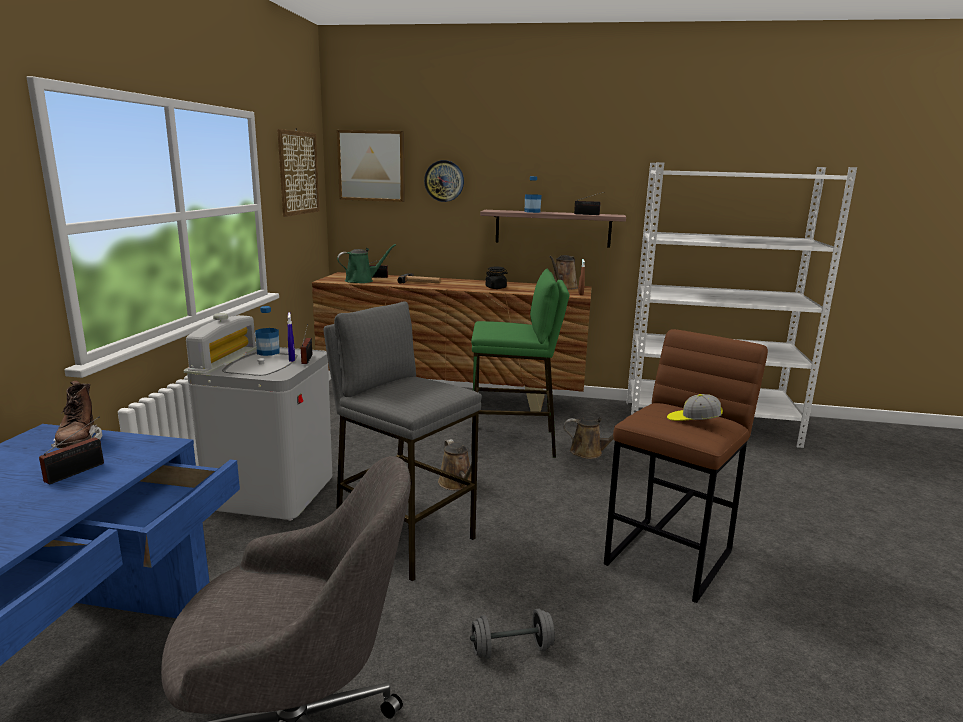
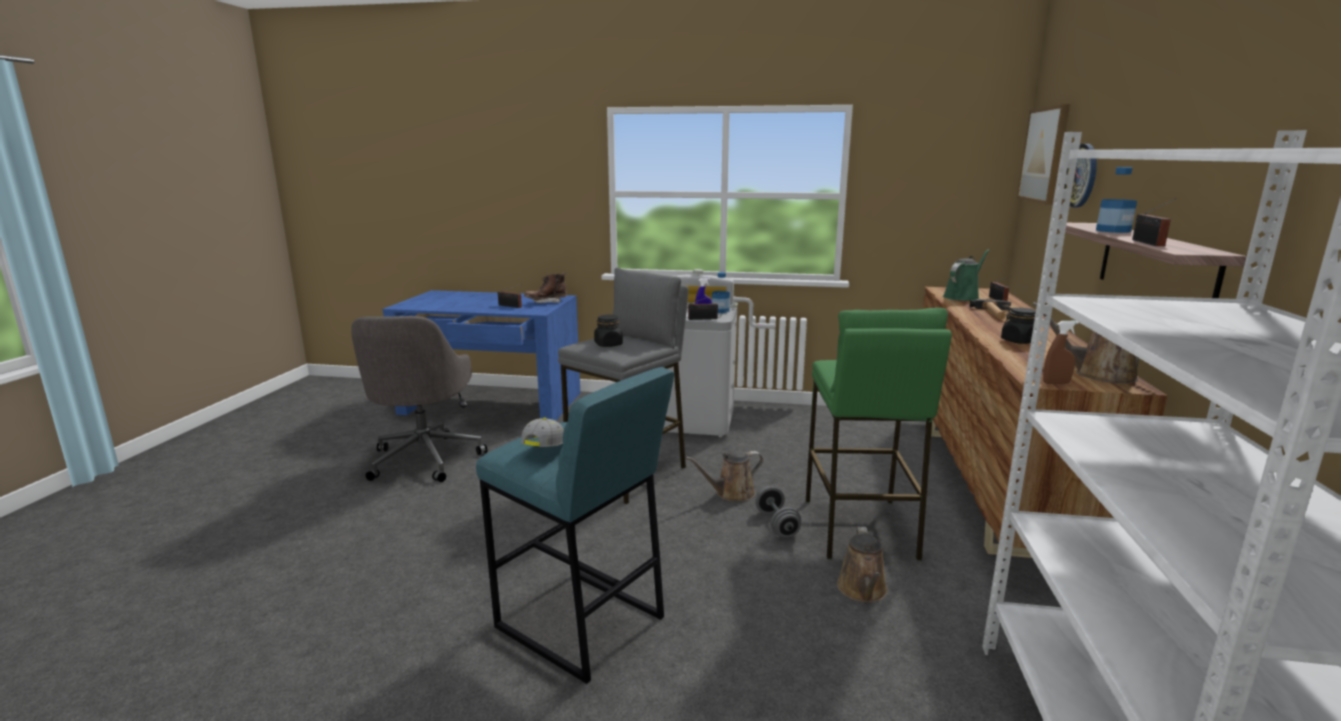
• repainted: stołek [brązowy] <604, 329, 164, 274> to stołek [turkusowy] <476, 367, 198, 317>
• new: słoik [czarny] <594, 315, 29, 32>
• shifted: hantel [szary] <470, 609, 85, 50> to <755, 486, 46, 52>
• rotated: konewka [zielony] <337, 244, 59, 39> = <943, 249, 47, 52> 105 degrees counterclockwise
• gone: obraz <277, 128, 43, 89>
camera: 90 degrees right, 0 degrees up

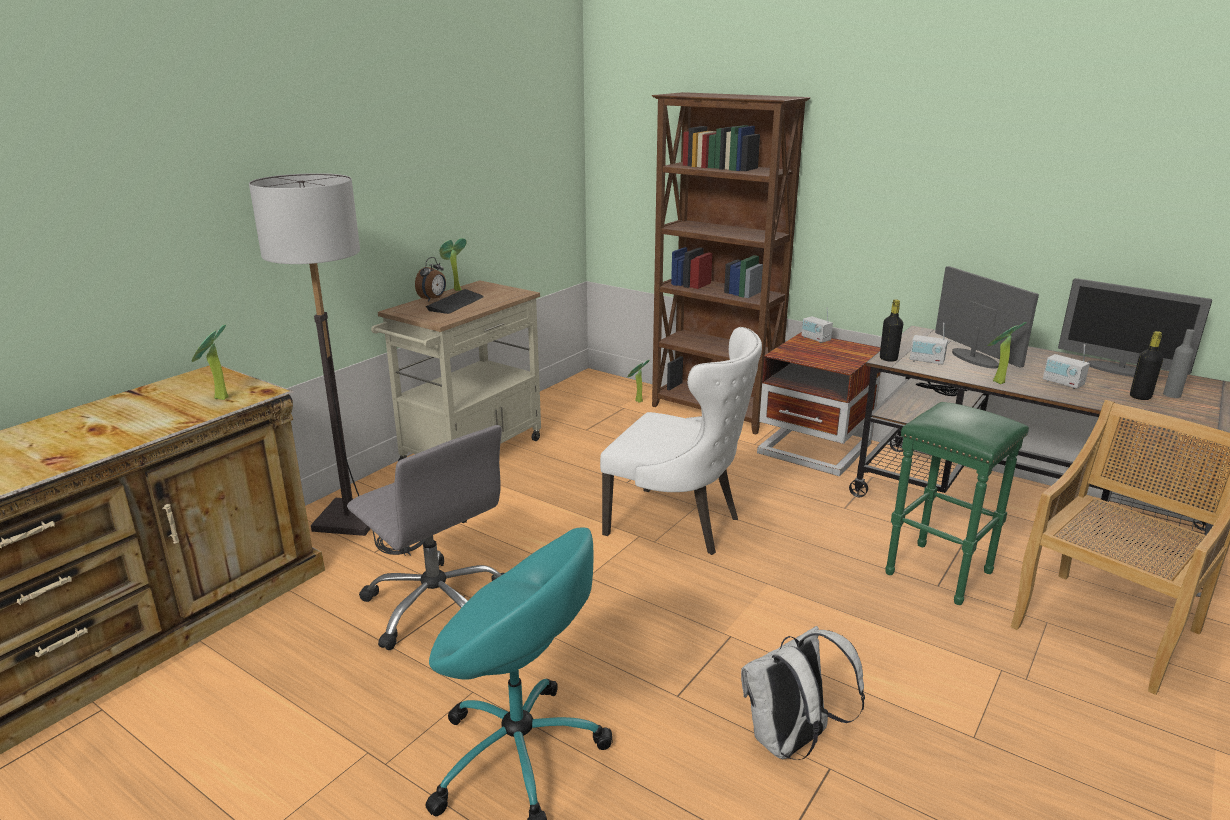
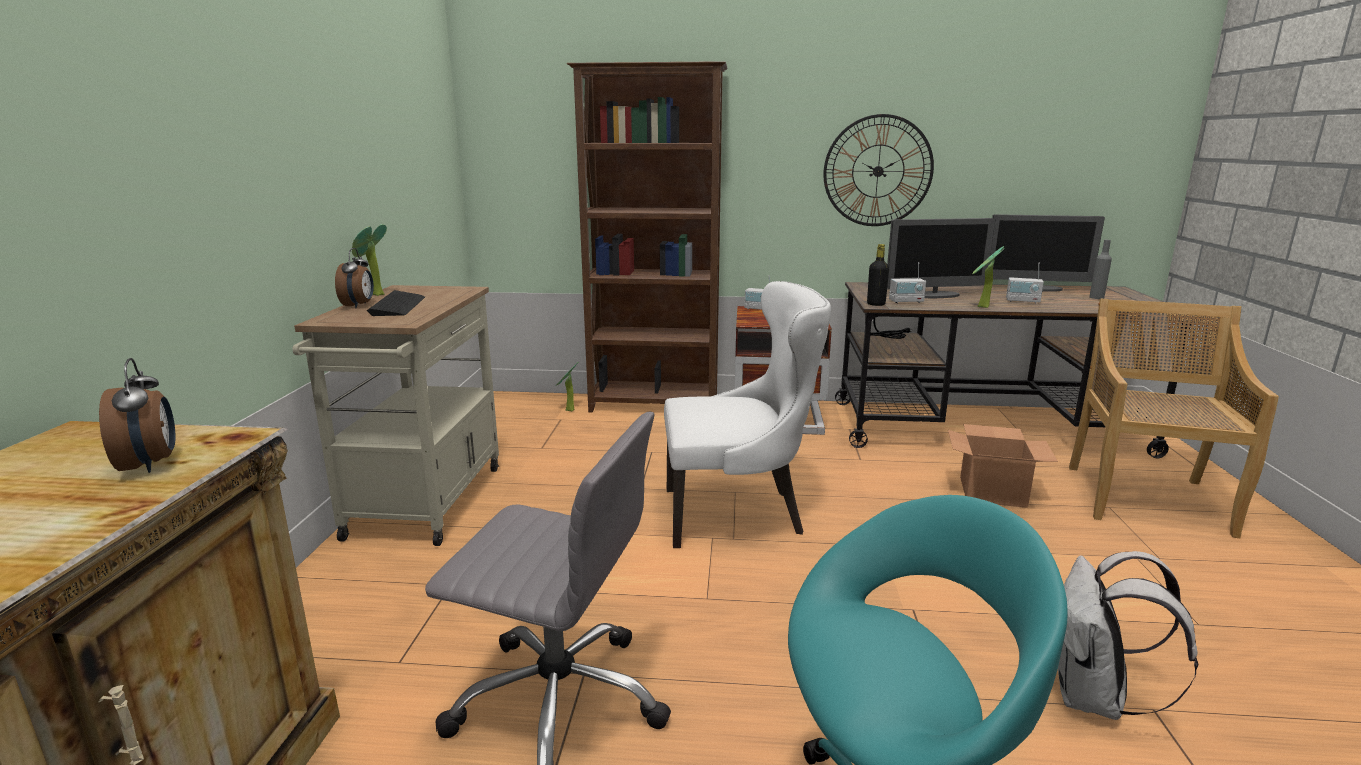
• swapped: roślina doniczkowa <192, 325, 37, 75> to budzik <99, 358, 76, 115>
• new: zegar ścienny <823, 114, 111, 112>
• rotated: monitor <935, 266, 104, 103> = <887, 218, 109, 80> 135 degrees clockwise
• swapped: stołek [zielony] <885, 402, 144, 203> to karton <948, 424, 110, 84>
• gone: lampa stojąca <249, 173, 176, 383>
• gone: butelka [czarny] <1130, 331, 33, 69>
camera: 30 degrees left, 5 degrees down

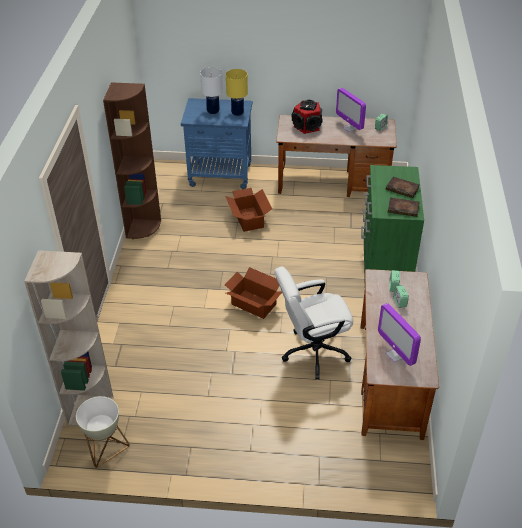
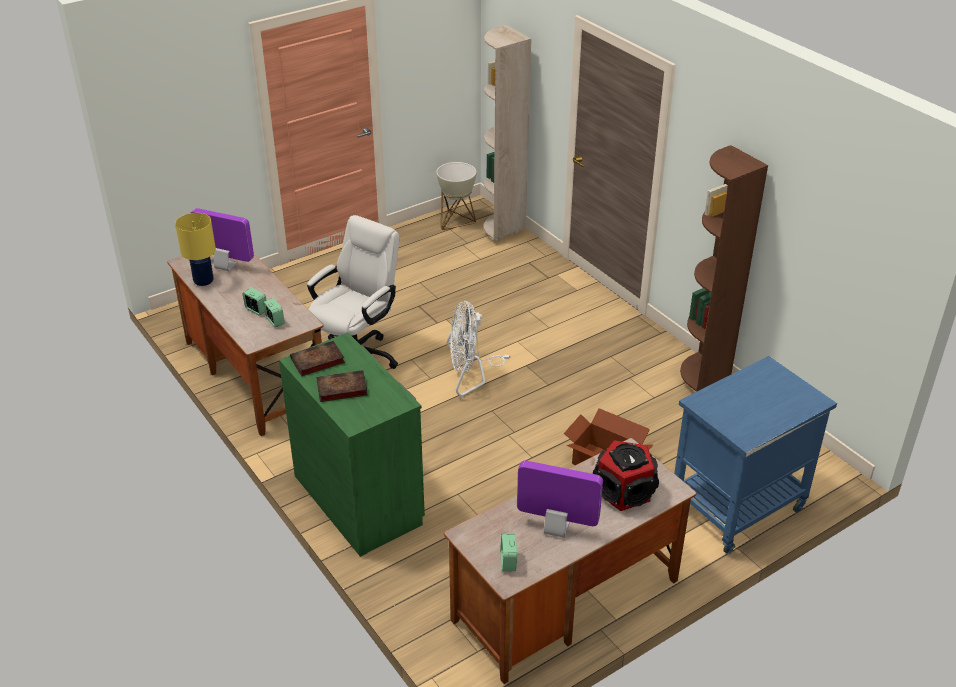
• shifted: lampa stołowa [żółty] <226, 69, 22, 47> to <175, 213, 41, 73>
• swapped: karton <225, 267, 57, 52> to wentylator [biały] <447, 301, 64, 97>
• gone: lampa stołowa [biały] <200, 67, 23, 47>
camera: 140 degrees right, 5 degrees down

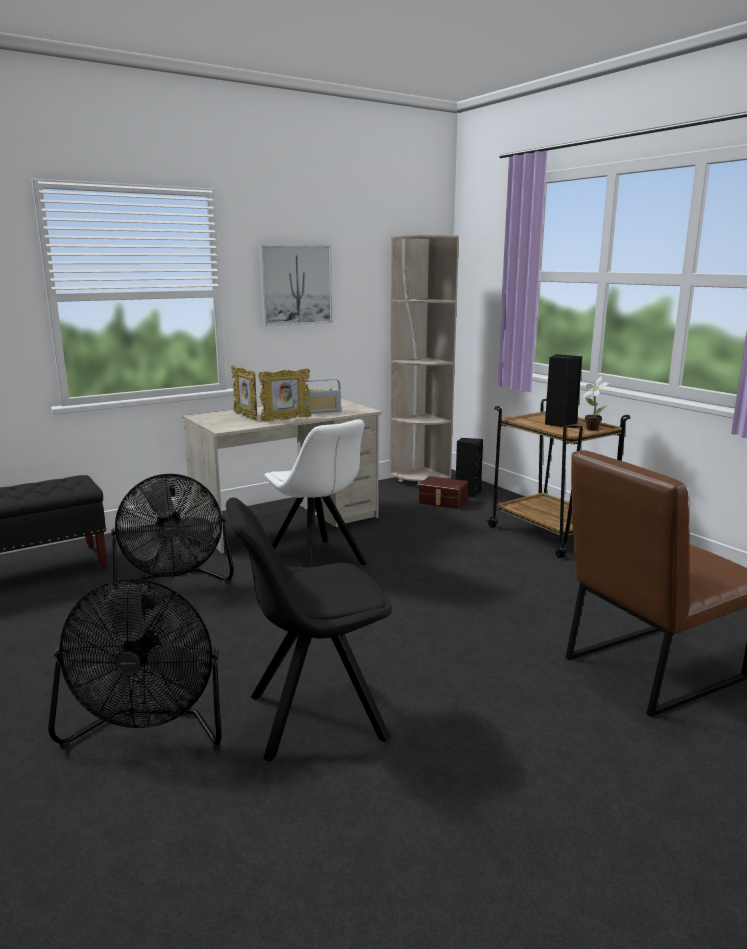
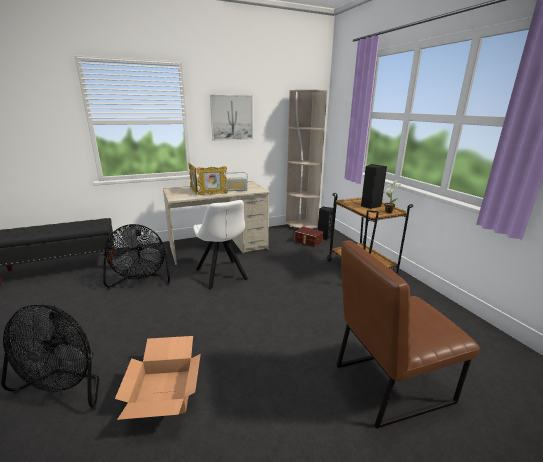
• swapped: krzesło [czarny] <226, 497, 166, 265> to karton <115, 336, 86, 84>
camera: 10 degrees right, 5 degrees up

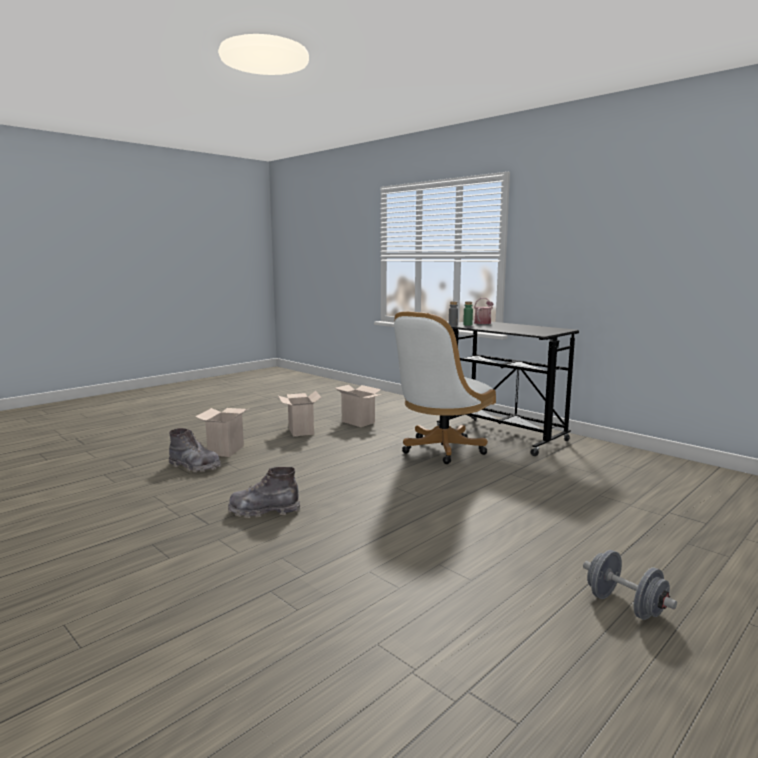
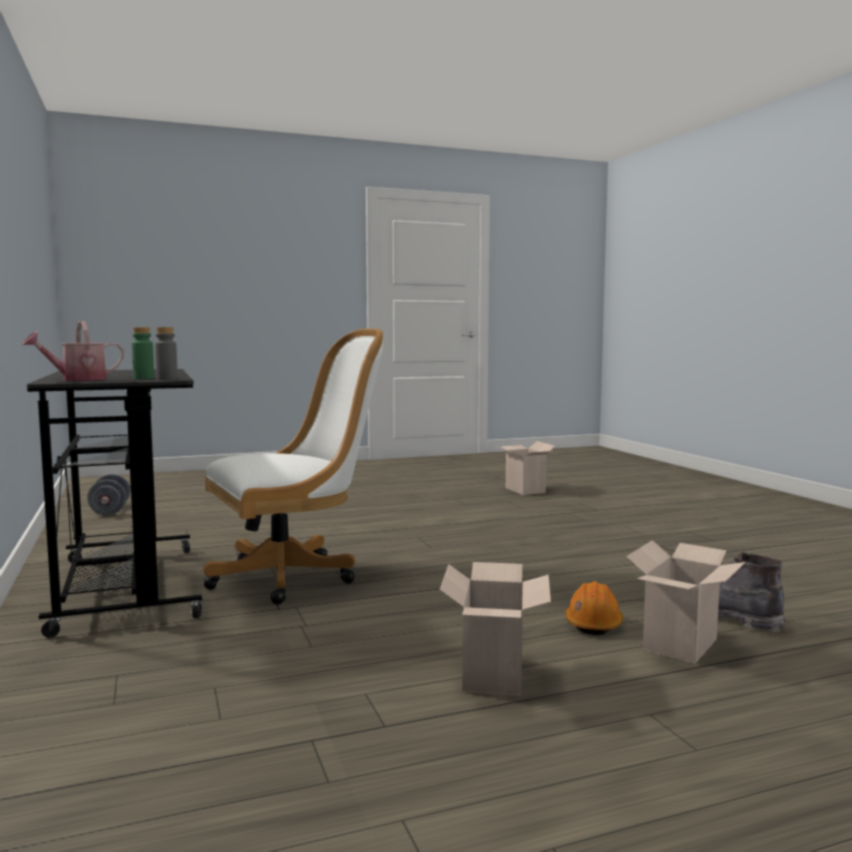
• shifted: hantel [szary] <583, 550, 94, 70> to <87, 474, 44, 41>
• shifted: karton <336, 385, 45, 42> to <497, 441, 59, 54>
• new: kask [pomarańczowy] <565, 581, 58, 54>
• gone: but z cholewką [szary] <228, 467, 72, 51>
camera: 155 degrees left, 5 degrees down

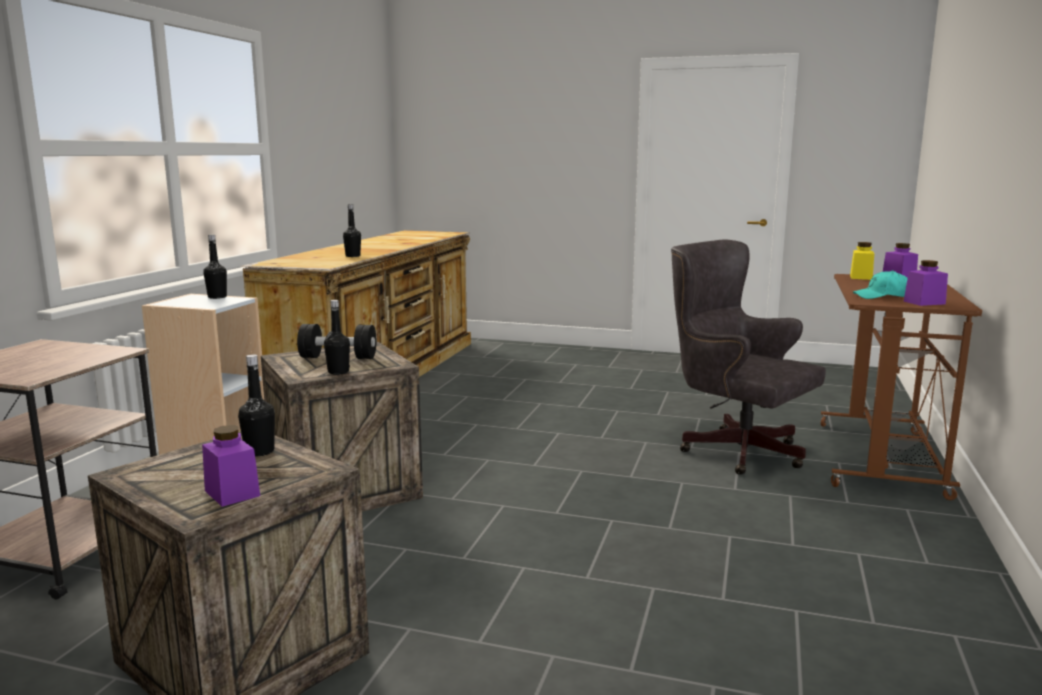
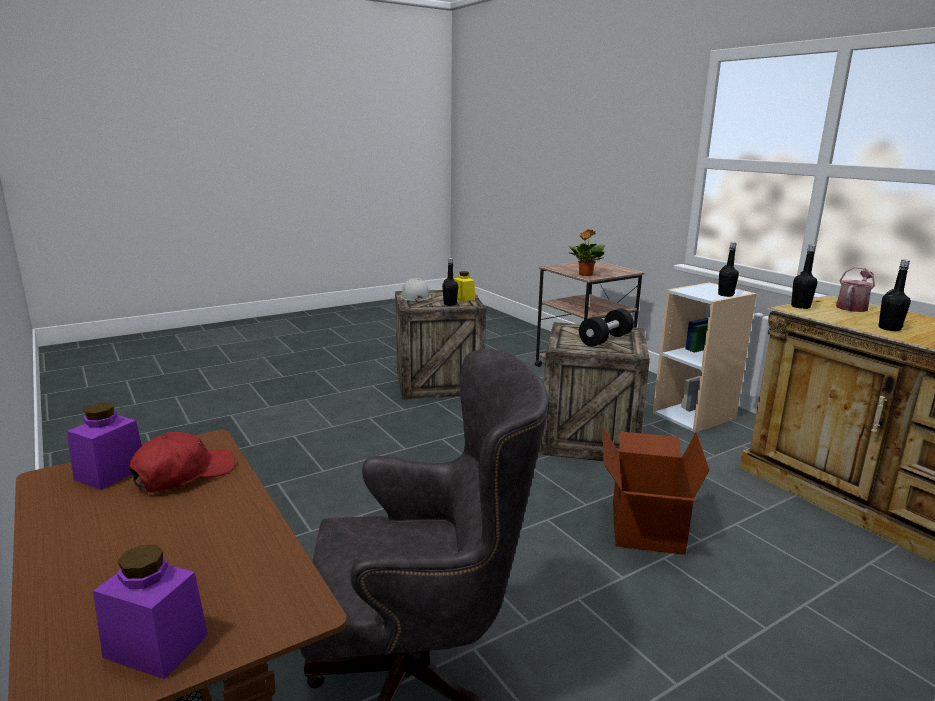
• repainted: czapka z daszkiem [turkusowy] <853, 270, 55, 29> to czapka z daszkiem [czerwony] <129, 432, 106, 60>
• swapped: słoik [fioletowy] <202, 425, 58, 82> to kask [biały] <400, 278, 31, 25>
• shifted: słoik [żółty] <850, 242, 24, 38> to <454, 271, 21, 31>
• new: roślina doniczkowa <568, 229, 37, 47>
• new: karton <602, 427, 108, 128>
• shifted: butelka [czarny] <324, 300, 26, 75> to <791, 245, 26, 64>
• new: konewka <836, 267, 39, 45>
camera: 130 degrees right, 5 degrees up

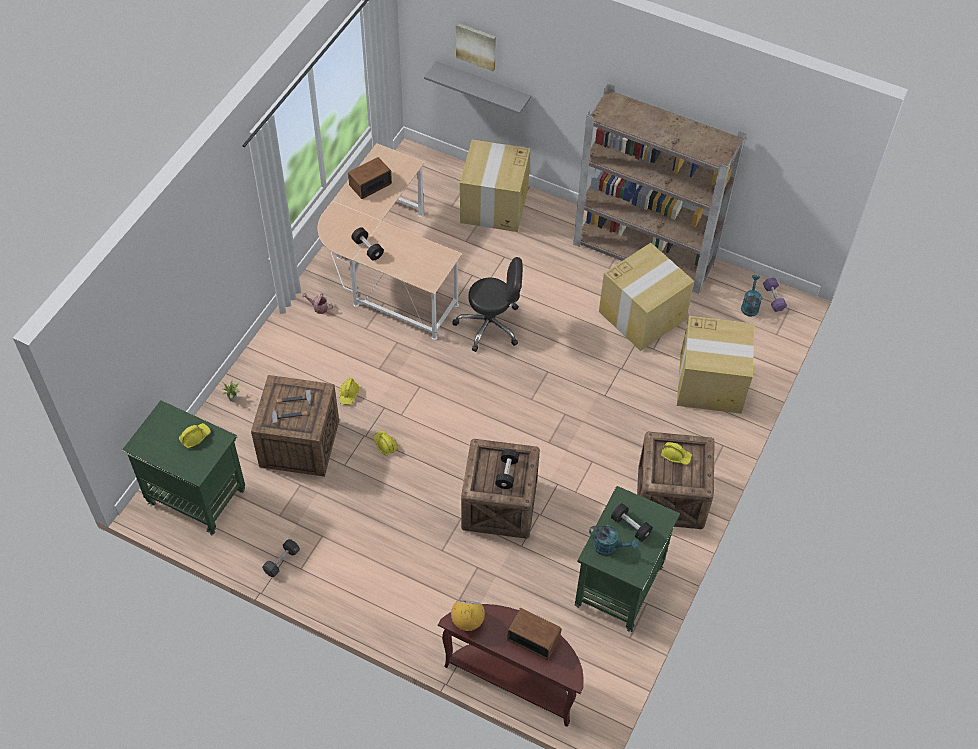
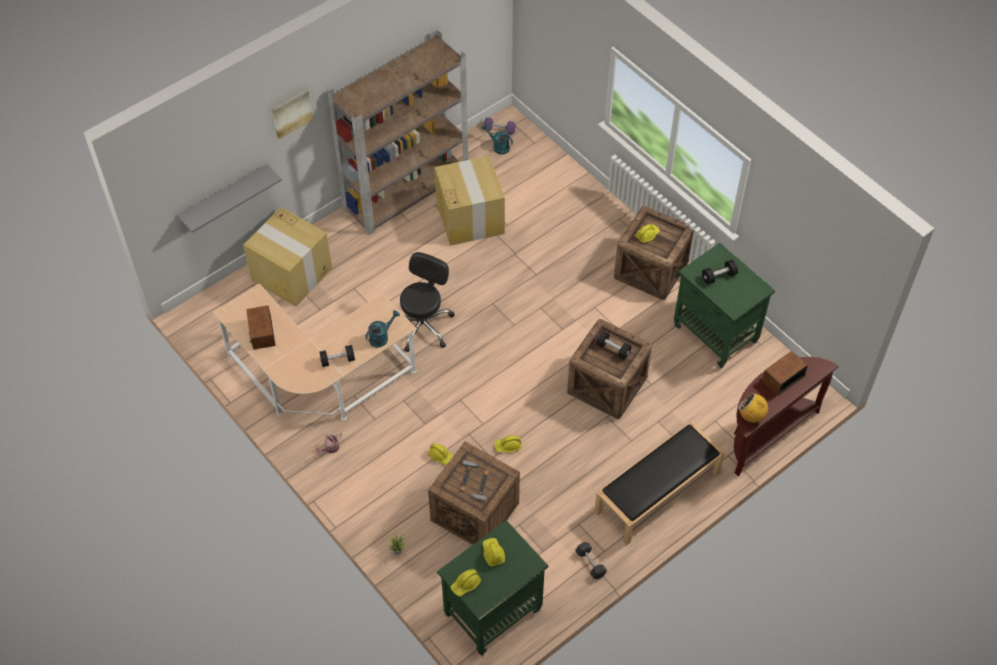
• shifted: obraz <456, 23, 40, 48> to <272, 89, 41, 50>
• shifted: konewka [turkusowy] <589, 525, 50, 31> to <366, 310, 34, 37>
• new: kask [żółty] <451, 569, 30, 28>
• new: ławka [czarny] <594, 421, 131, 124>
• gone: karton <677, 316, 78, 98>
camera: 65 degrees left, 0 degrees up

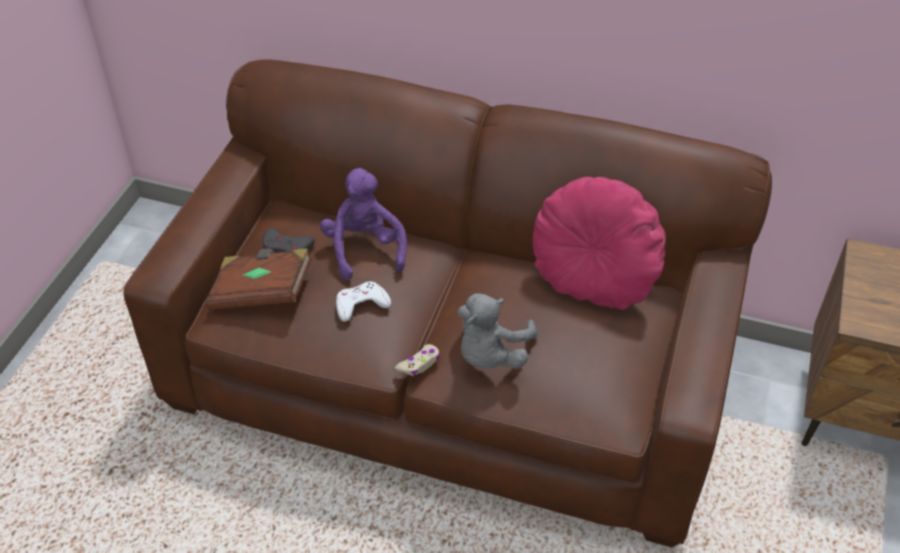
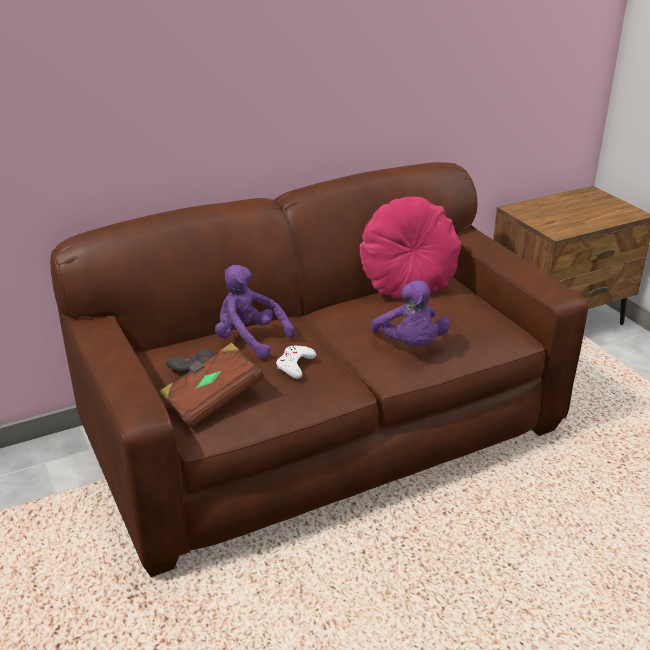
• repainted: pluszak [szary] <457, 293, 81, 76> to pluszak [fioletowy] <371, 281, 79, 66>
• gone: pad do gier [beżowy] <395, 344, 45, 32>
camera: 45 degrees left, 15 degrees down

